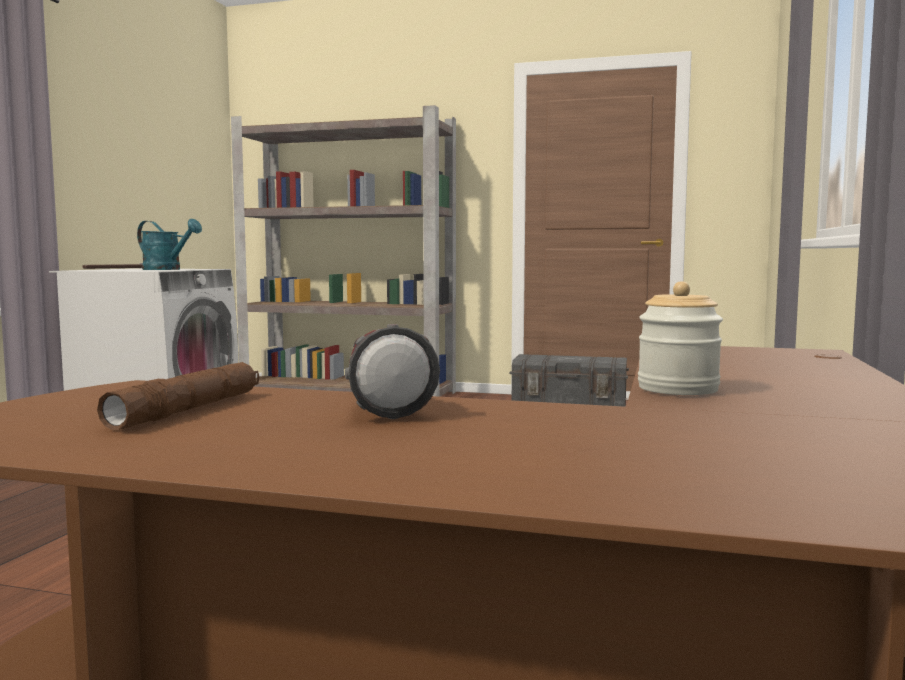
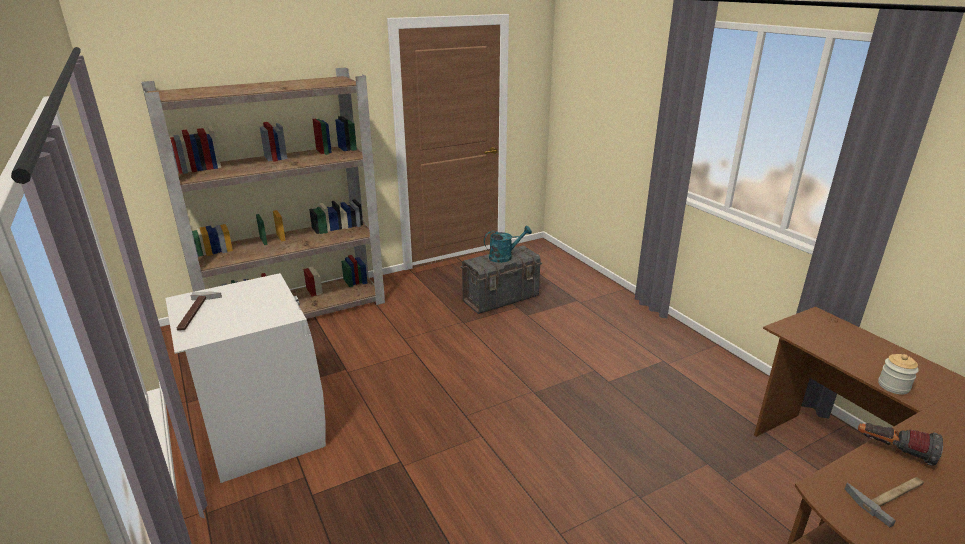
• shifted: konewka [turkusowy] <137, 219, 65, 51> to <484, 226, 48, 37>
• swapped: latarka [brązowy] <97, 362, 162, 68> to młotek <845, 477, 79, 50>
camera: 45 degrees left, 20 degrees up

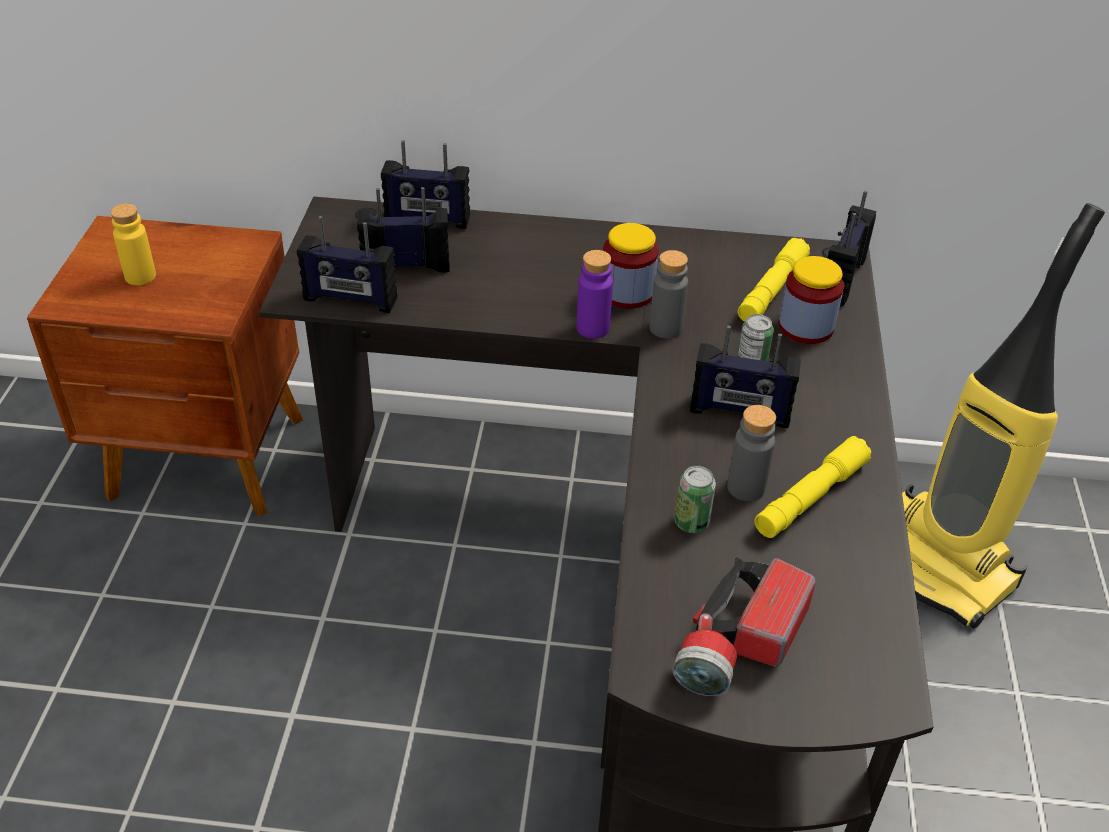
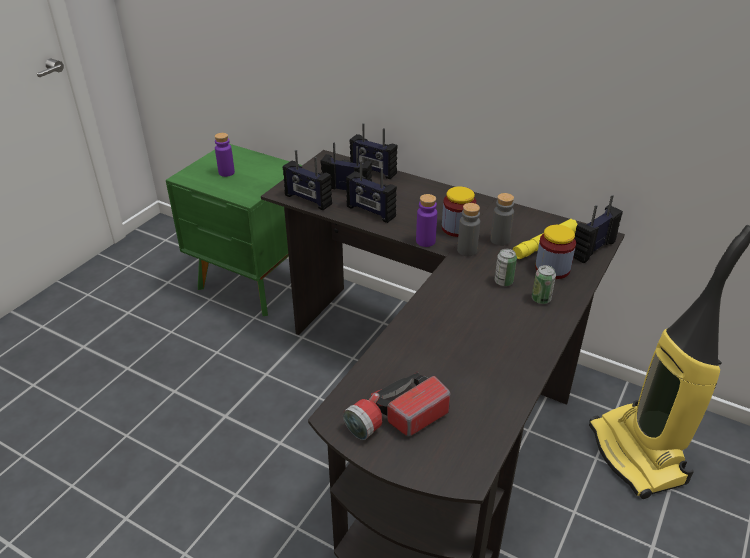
• repainted: szafka nocna [brązowy] <27, 216, 276, 301> to szafka nocna [zielony] <166, 144, 136, 172>
• repainted: butelka [żółty] <111, 203, 45, 82> to butelka [fioletowy] <215, 133, 20, 44>
• shifted: radio <690, 326, 111, 102> to <346, 161, 51, 62>
• shifted: butelka [szary] <727, 405, 49, 96> to <490, 193, 24, 53>
• shifted: puszka <675, 466, 41, 67> to <532, 265, 24, 39>
• gone: latarka [żółty] <754, 436, 117, 102>
camera: 25 degrees right, 5 degrees down

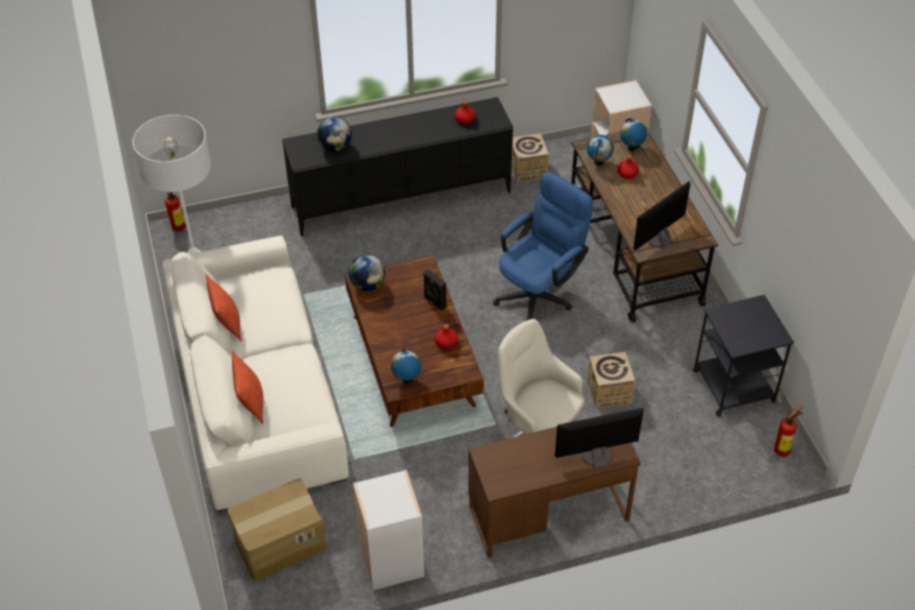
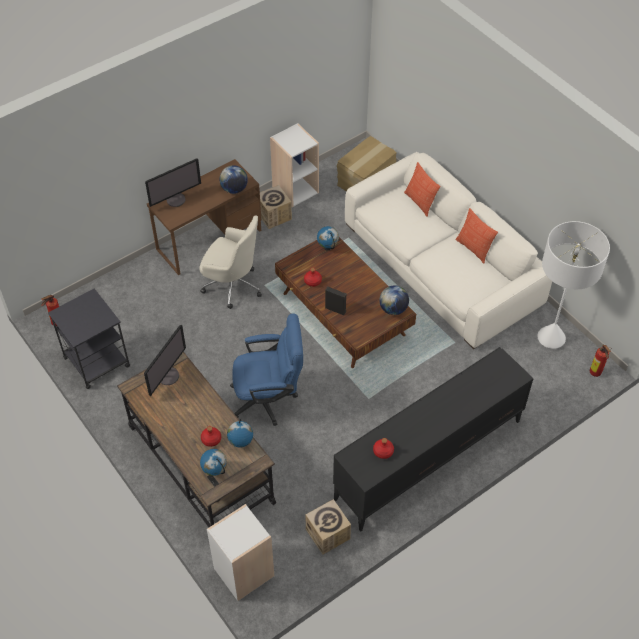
• shifted: globus <317, 117, 35, 35> to <219, 165, 29, 29>
• rotated: krzesło biurowe [niebieski] <493, 172, 100, 148> = <230, 313, 73, 113> 120 degrees counterclockwise
• shifted: karton <587, 352, 48, 56> to <260, 185, 32, 44>
camera: 160 degrees right, 5 degrees up

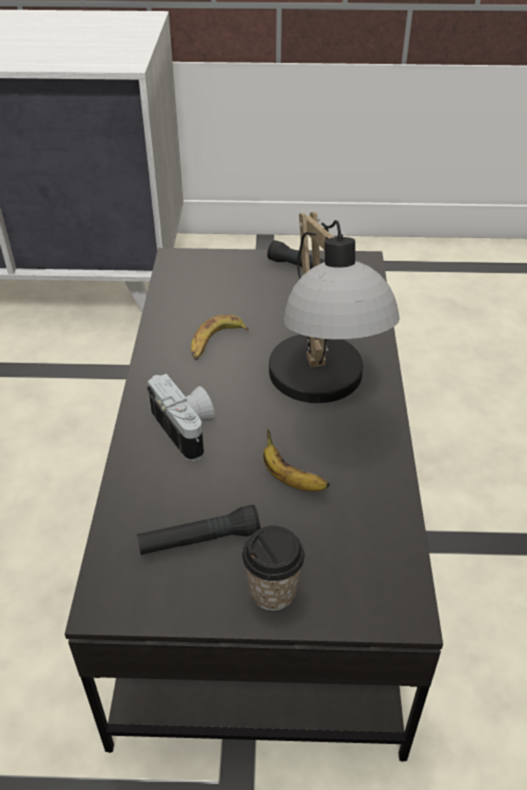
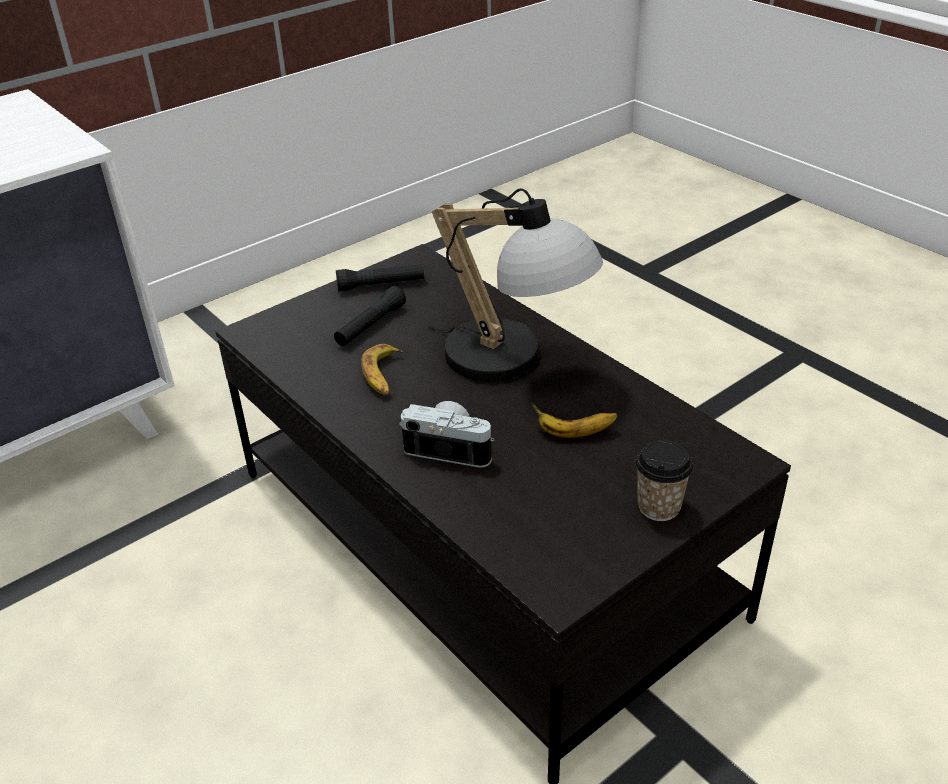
• shifted: latarka [czarny] <137, 505, 123, 50> to <334, 286, 72, 60>
camera: 40 degrees left, 5 degrees down

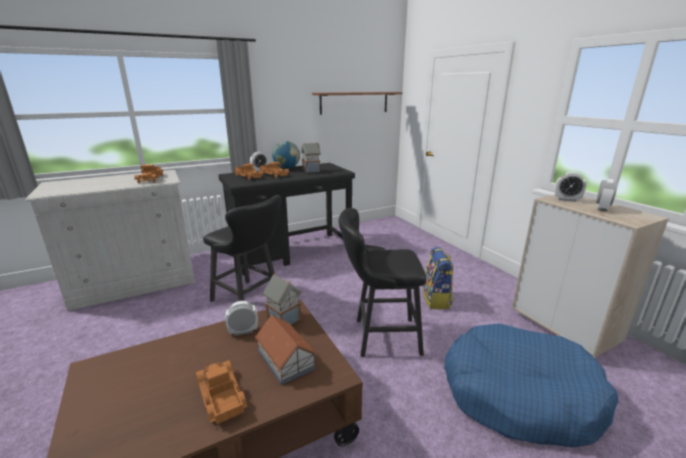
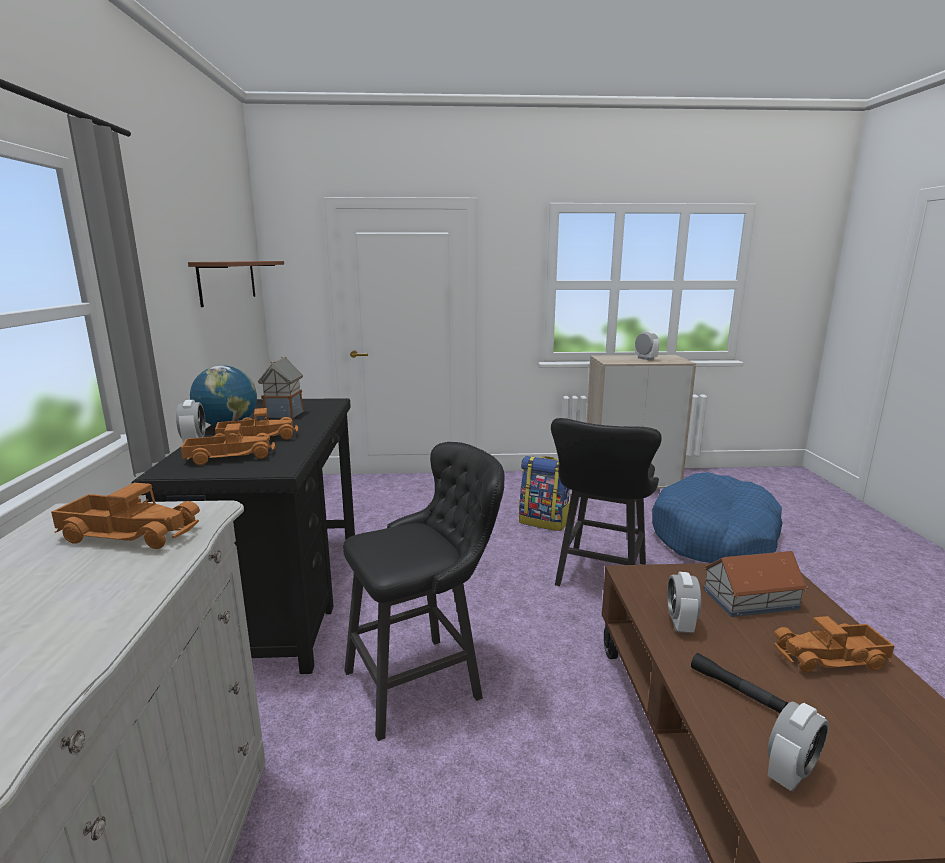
• new: latarka [czarny] <691, 653, 97, 60>
• shifted: budzik <555, 172, 31, 30> to <768, 702, 61, 89>
• gone: domek <263, 273, 39, 52>
camera: 65 degrees left, 5 degrees down

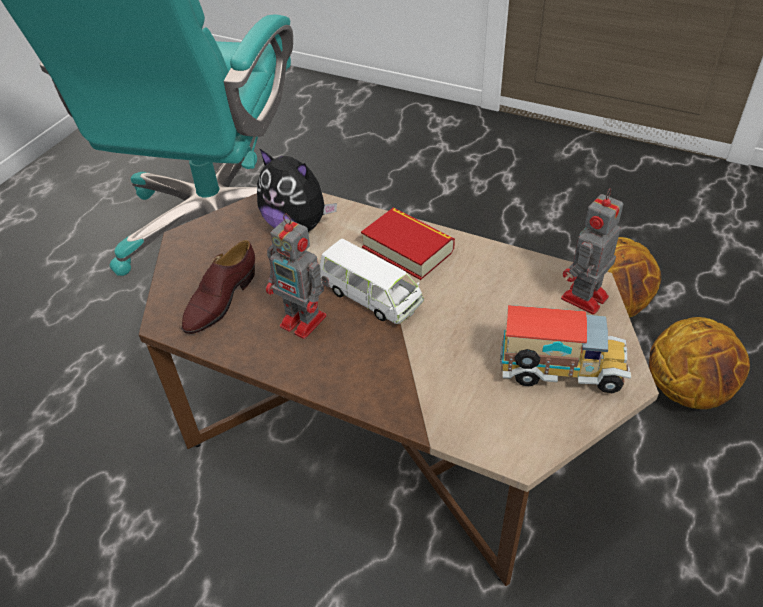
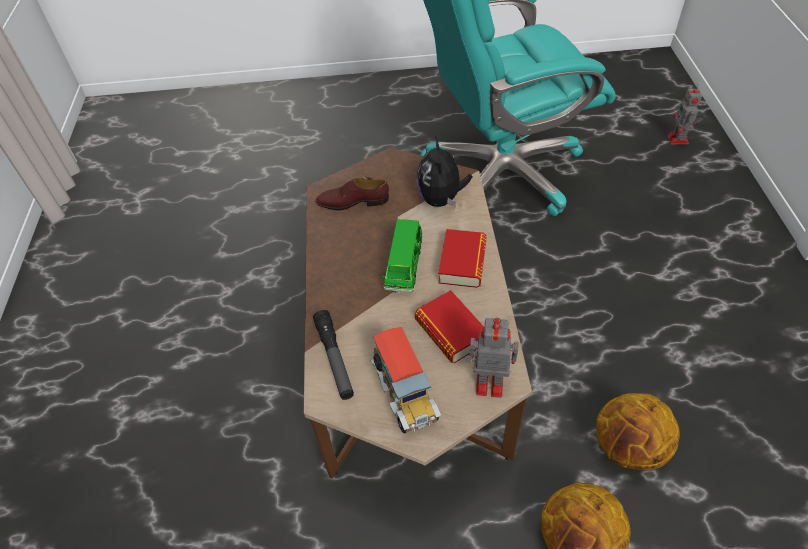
• new: latarka <313, 310, 41, 90>
• repainted: samochodzik [biały] <320, 239, 104, 85> to samochodzik [zielony] <382, 219, 41, 74>
• new: książka <415, 290, 69, 73>
• shifted: robot zabawkowy <266, 214, 63, 125> to <668, 84, 34, 60>
camera: 60 degrees right, 5 degrees up

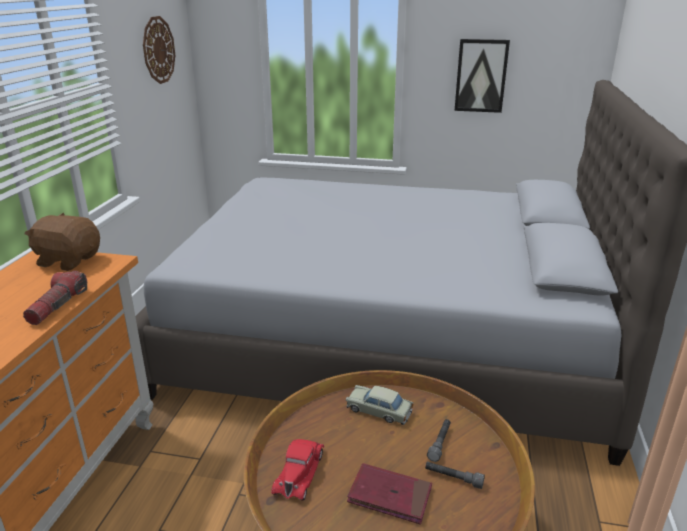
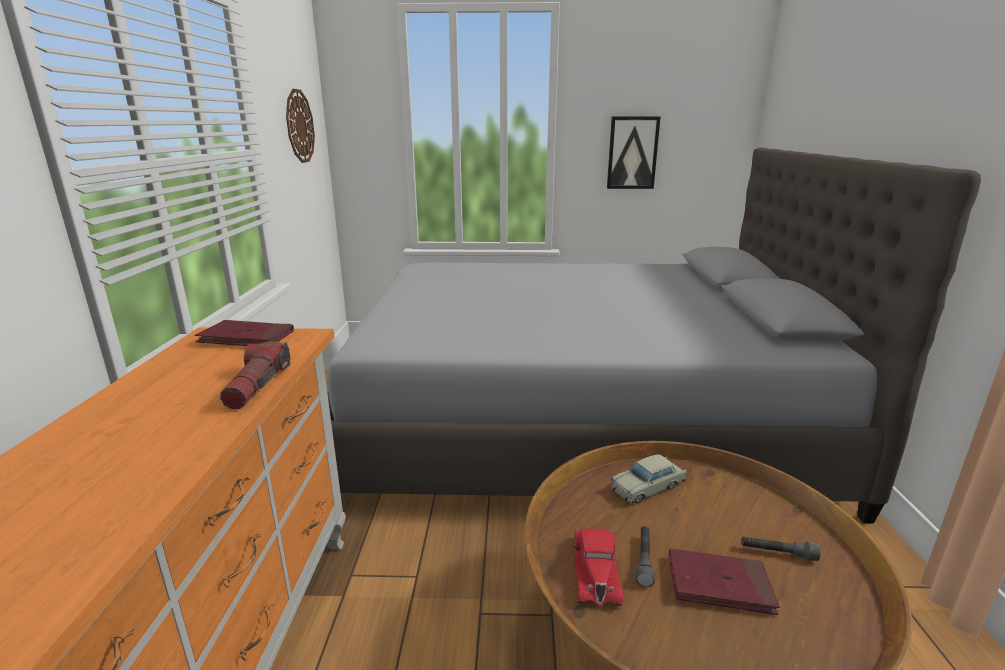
• swapped: pluszak [brązowy] <25, 213, 75, 58> to książka [czerwony] <195, 320, 99, 26>
• rotated: samochodzik [beżowy] <346, 385, 68, 40> = <611, 454, 76, 50> 45 degrees counterclockwise
• shifted: latarka [szary] <427, 419, 24, 43> to <636, 526, 19, 61>
camera: 10 degrees left, 5 degrees down

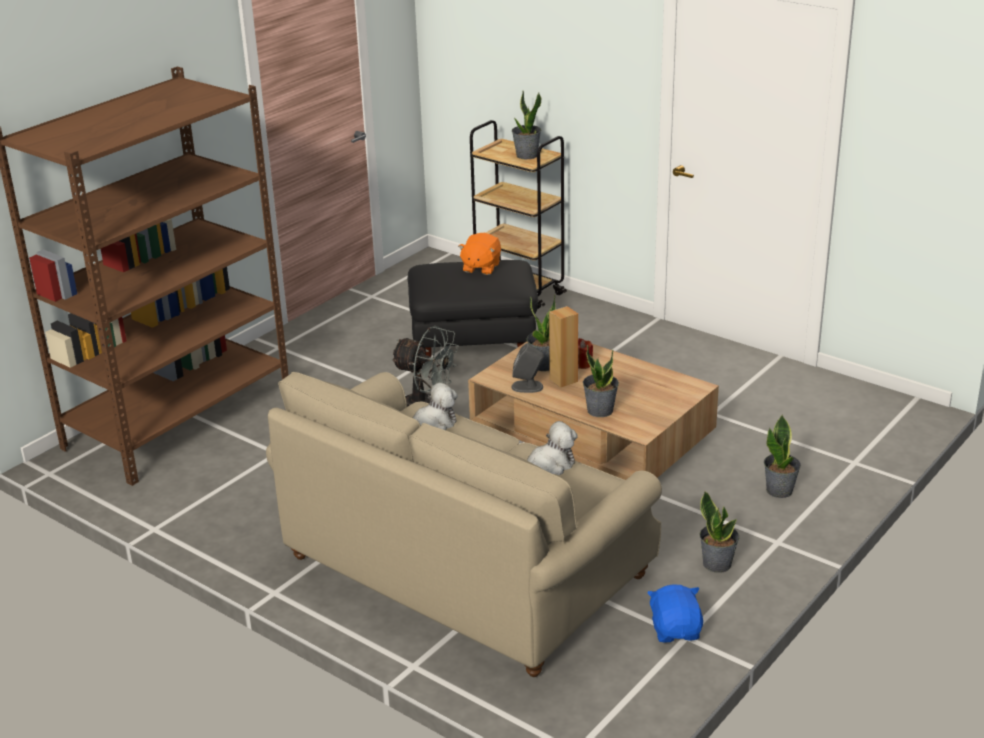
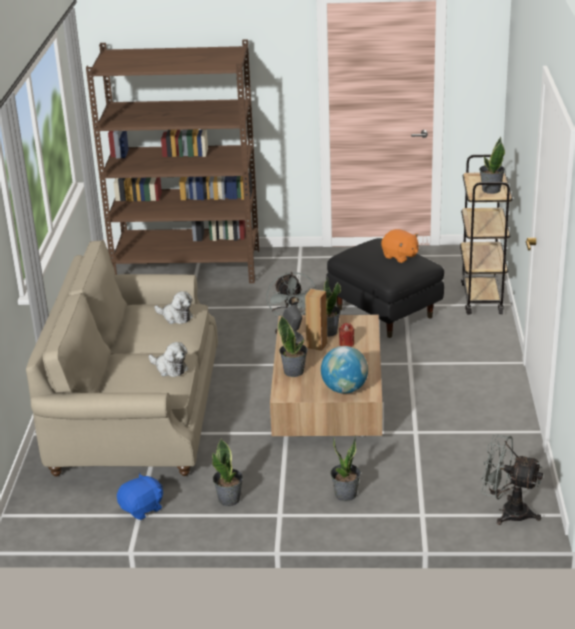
• new: globus <321, 346, 47, 48>
• rotated: pluszak [pomarańczowy] <458, 233, 43, 42> = <381, 229, 38, 34> 120 degrees counterclockwise
• new: wentylator [szary] <481, 434, 62, 91>
camera: 55 degrees right, 0 degrees up

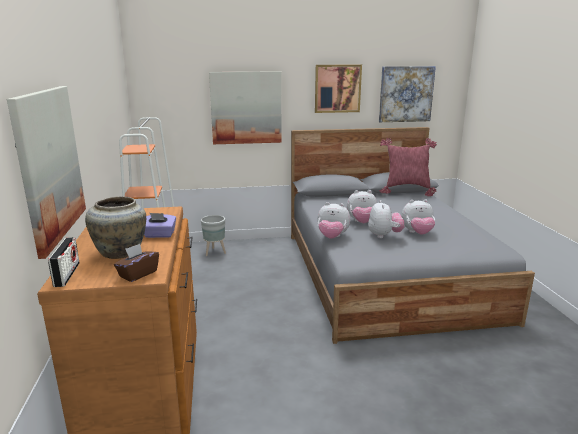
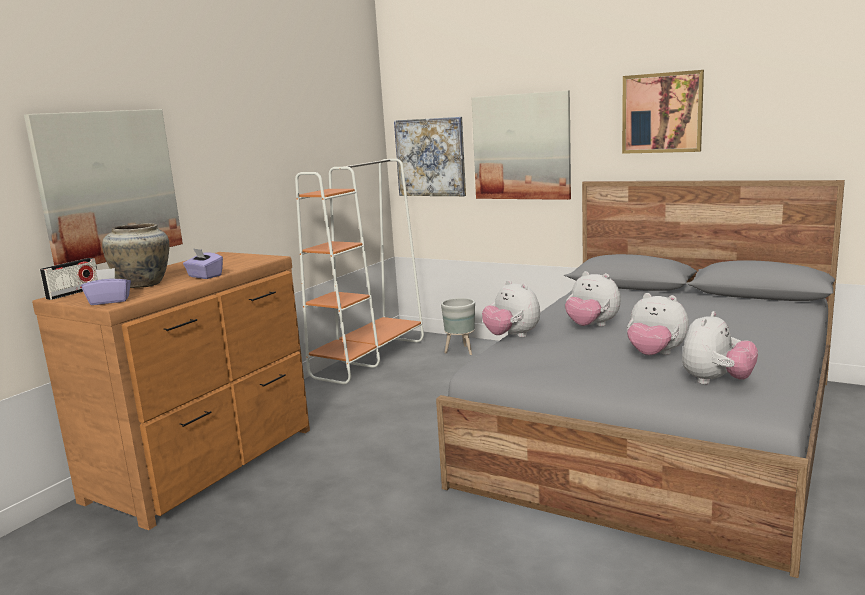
• repainted: pudełko chusteczek [brązowy] <114, 244, 45, 38> to pudełko chusteczek [fioletowy] <81, 268, 50, 37>
• shifted: obraz <379, 66, 57, 56> to <394, 117, 72, 79>
• shifted: pluszak <368, 200, 36, 38> to <682, 311, 76, 73>
• gone: poduszka [czerwony] <380, 138, 57, 59>
camera: 40 degrees right, 5 degrees down

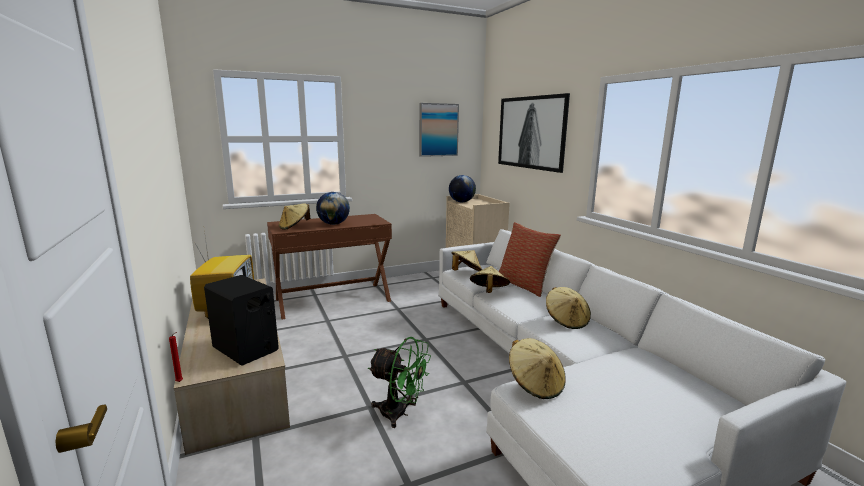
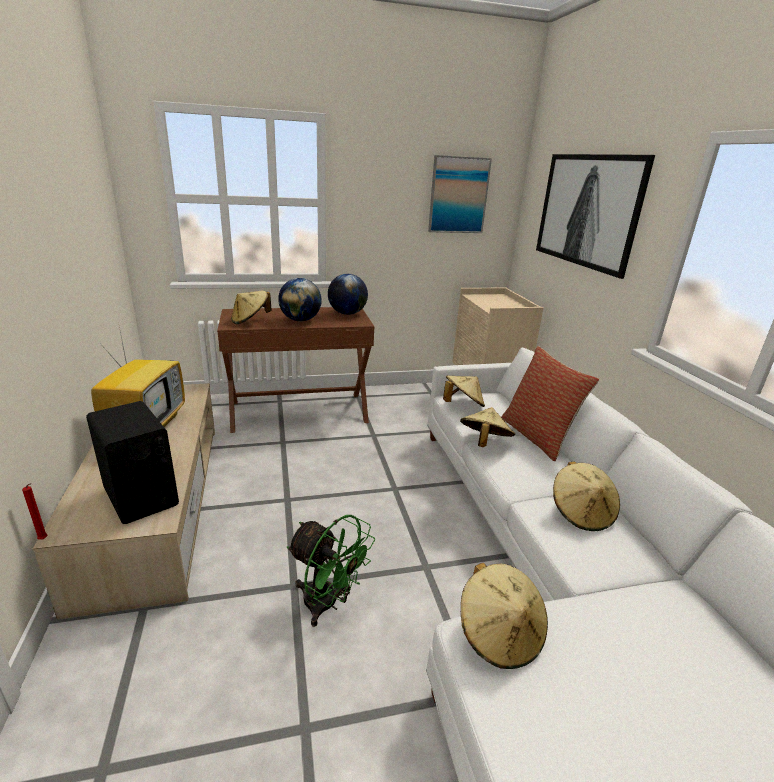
• shifted: globus <449, 175, 27, 27> to <328, 274, 40, 41>
camera: 10 degrees right, 10 degrees up

